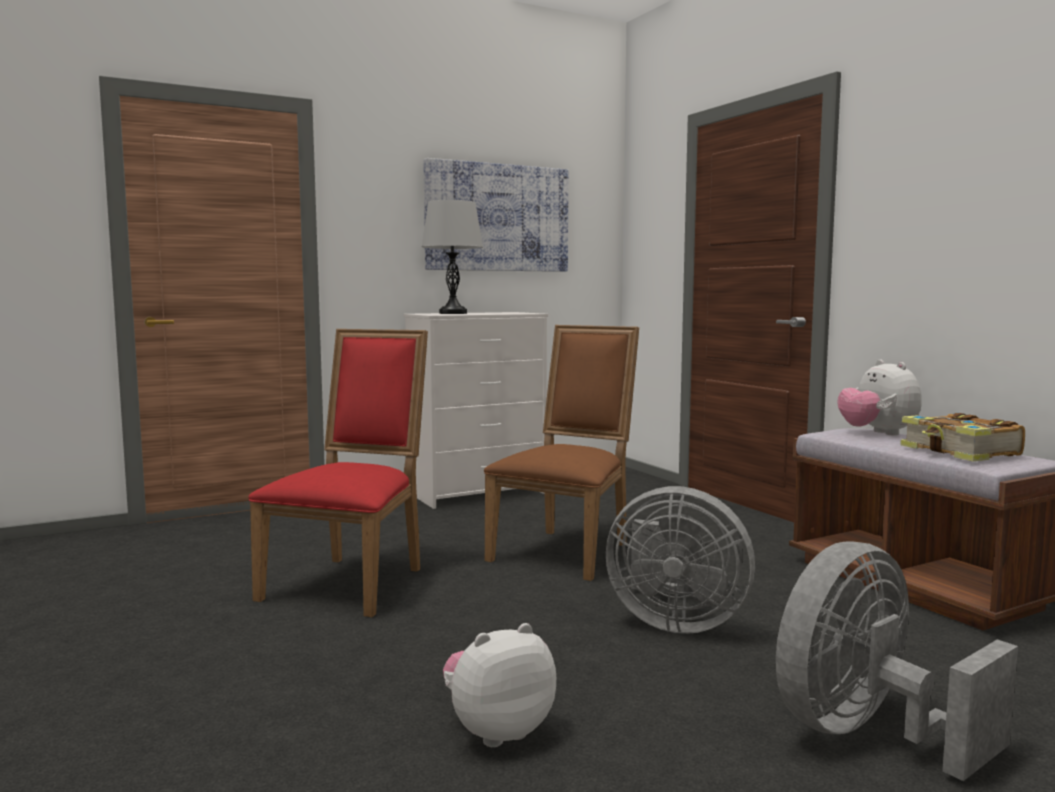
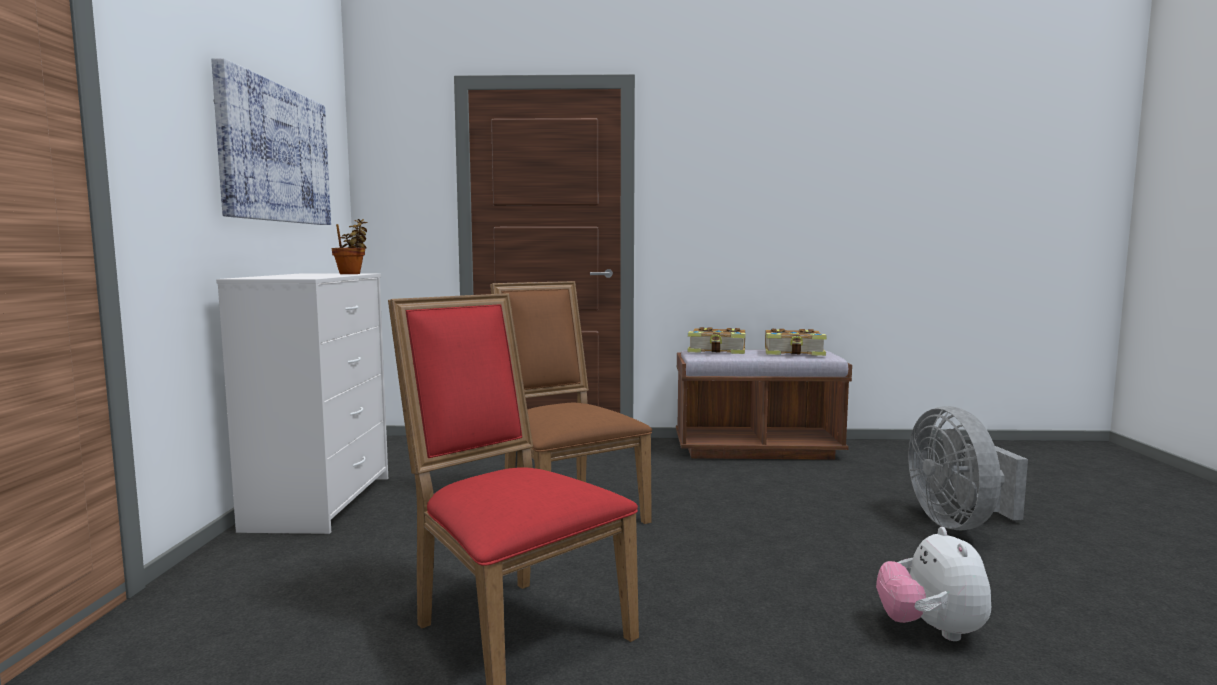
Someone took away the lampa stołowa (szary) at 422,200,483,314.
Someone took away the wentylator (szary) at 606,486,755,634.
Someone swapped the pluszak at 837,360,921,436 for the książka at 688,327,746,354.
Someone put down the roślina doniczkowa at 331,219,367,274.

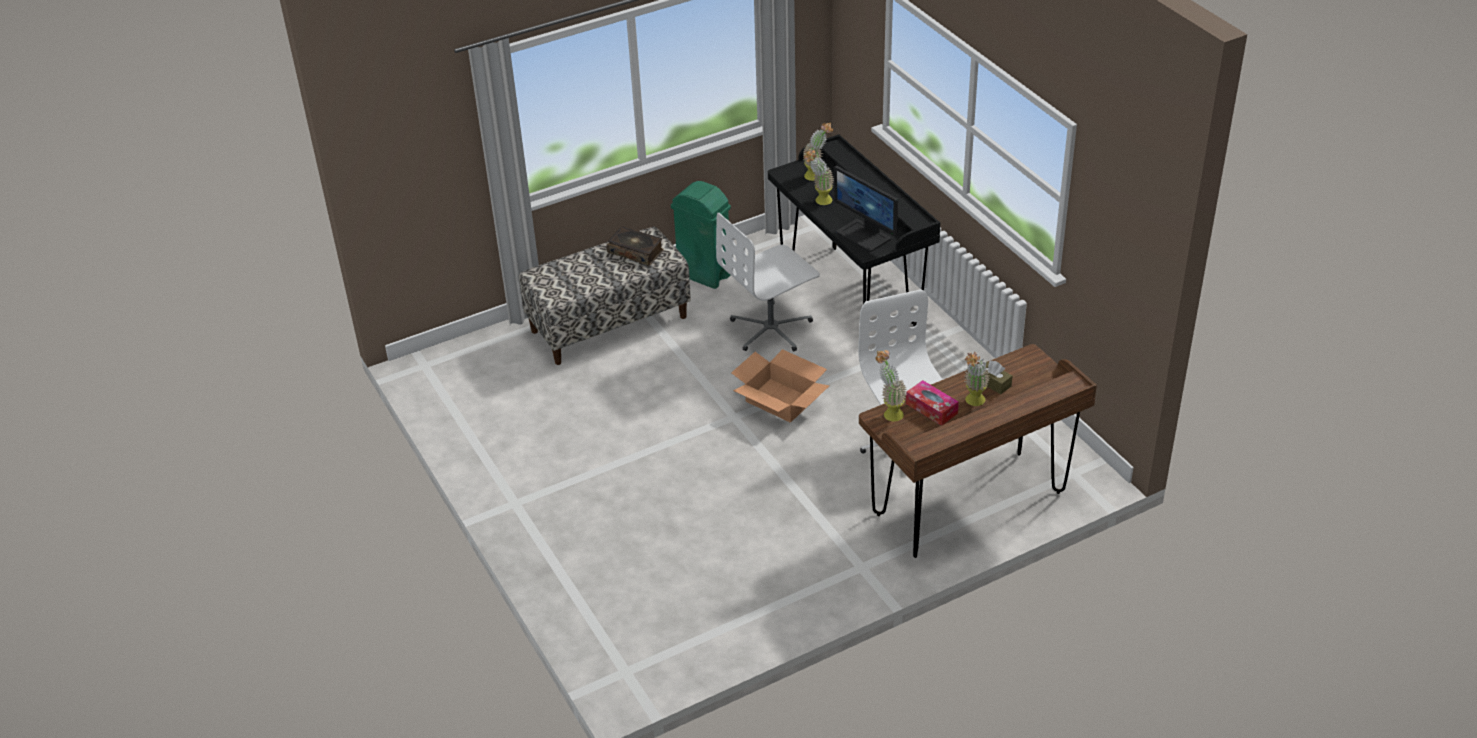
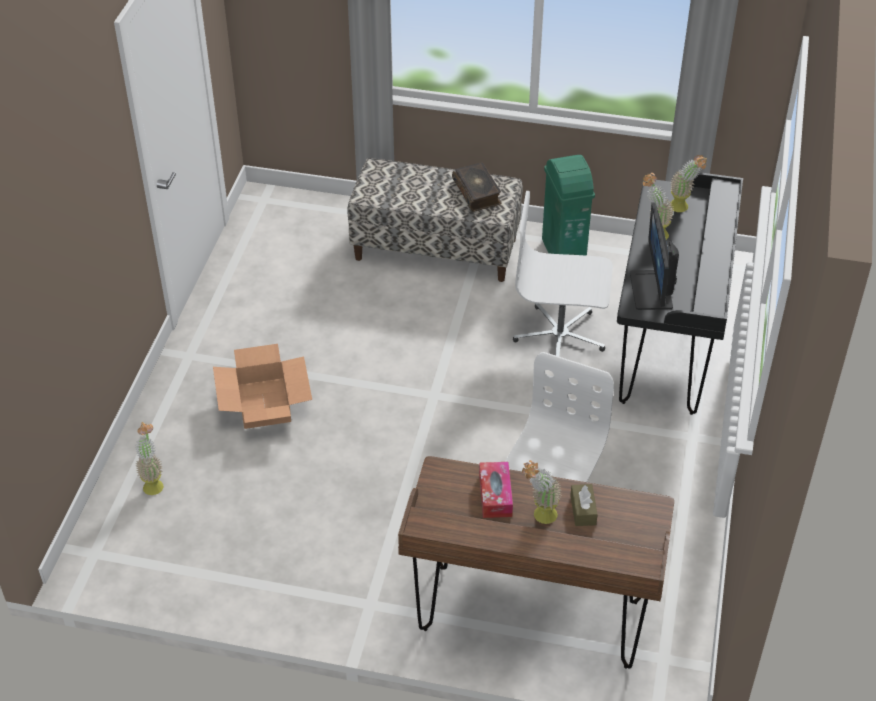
Someone carried the karton from 731,349,829,422 to 213,344,312,429.
Someone carried the roślina doniczkowa from 876,350,907,422 to 135,422,164,495.

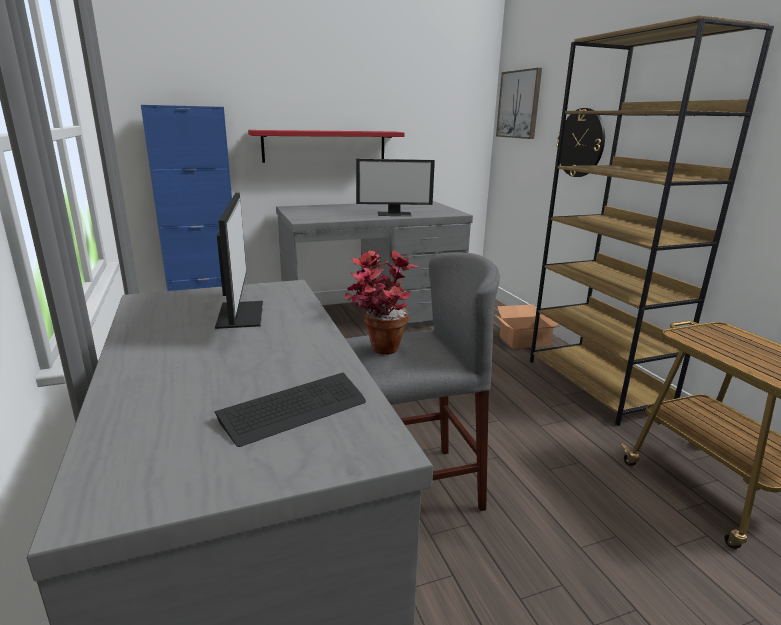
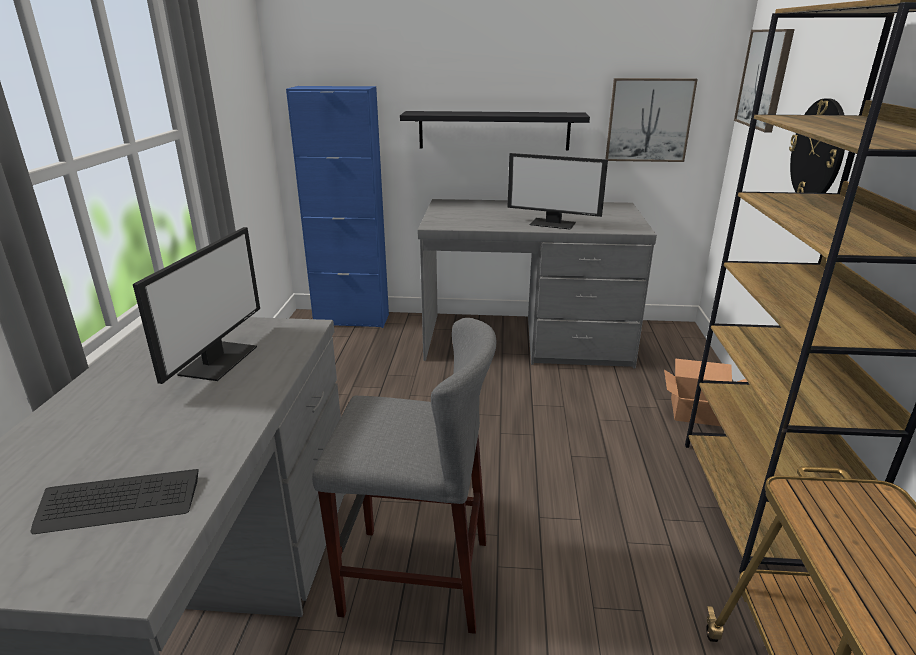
Someone repainted the półka (czerwony) at 248,130,405,163, which became the półka (czarny) at 400,111,590,150.
Someone took away the roślina doniczkowa at 344,249,419,355.
Someone put up the obraz at 605,78,698,162.

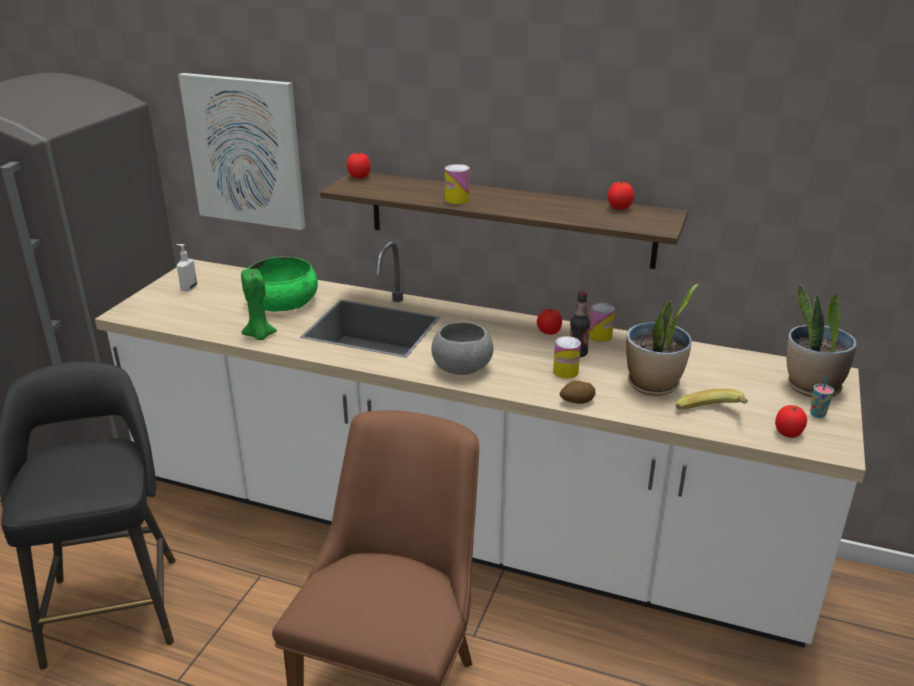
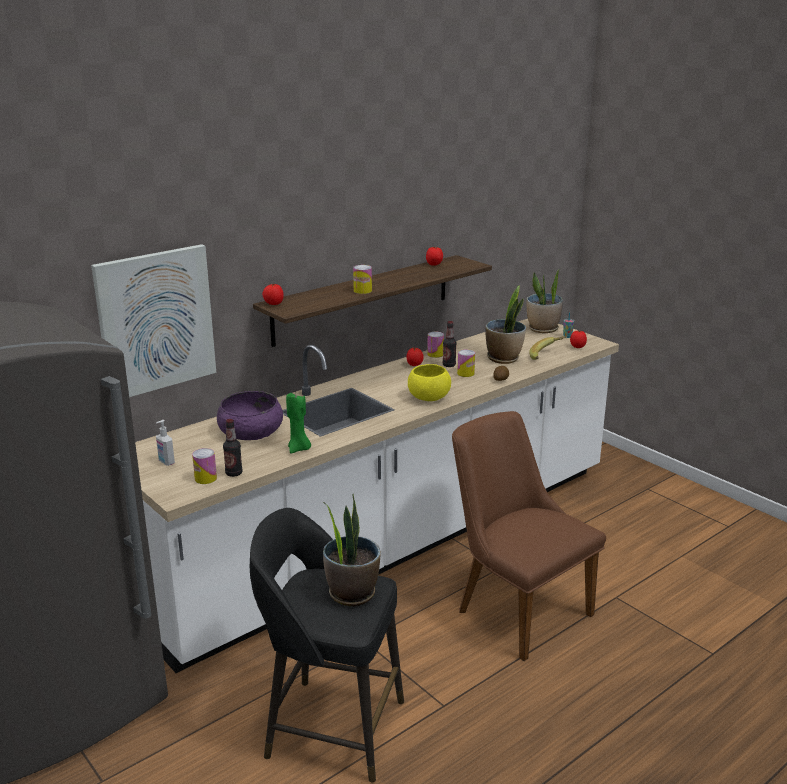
Someone repainted the miska (zielony) at 248,257,318,312, which became the miska (fioletowy) at 217,391,283,440.
Someone repainted the miska (szary) at 431,322,493,375, which became the miska (żółty) at 408,364,451,401.
Someone put down the puszka at 192,448,217,484.
Someone put down the butelka at 223,419,242,477.
Someone put down the roślina doniczkowa at 323,494,381,606.

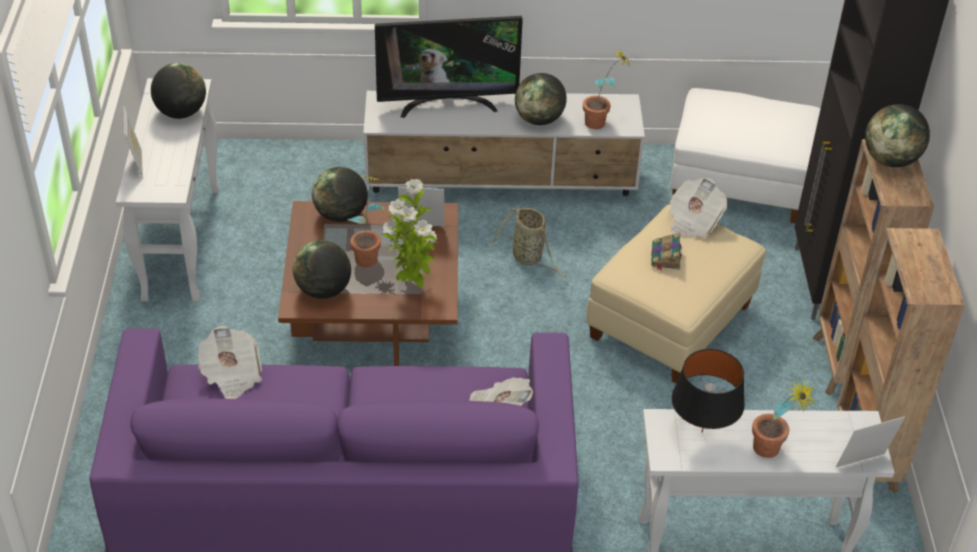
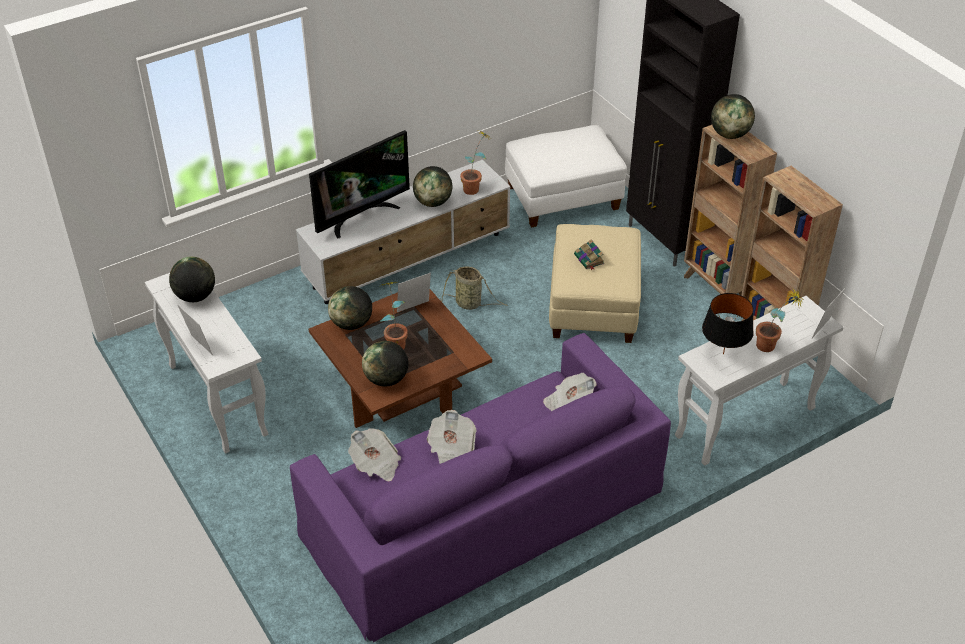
Someone took away the roślina doniczkowa at 382,179,437,288.
Someone carried the gazeta from 669,178,728,238 to 427,410,476,464.

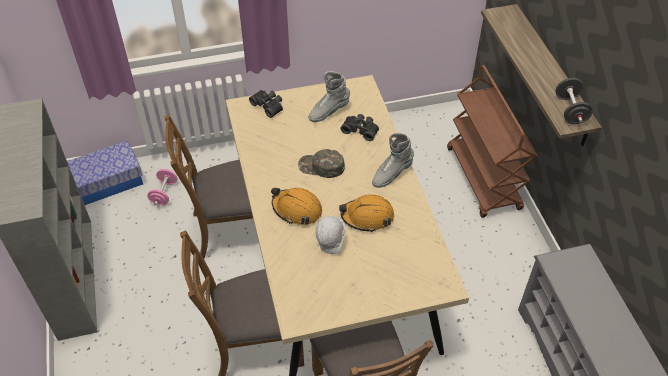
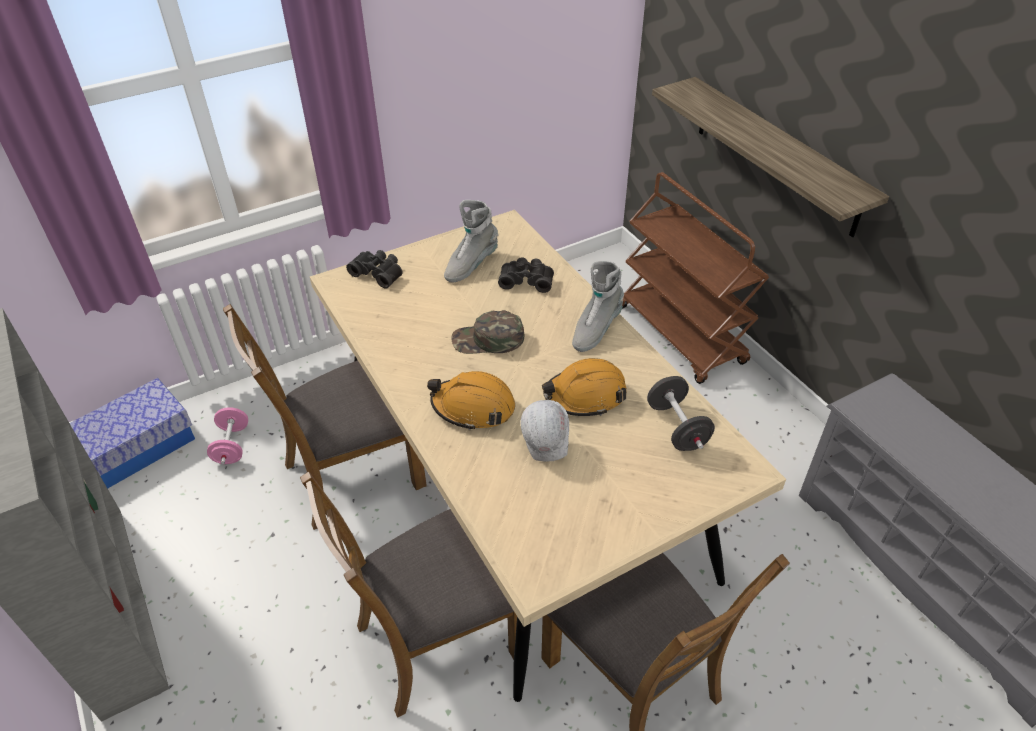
Someone carried the hantel (czarny) from 555,78,593,124 to 647,376,715,451.

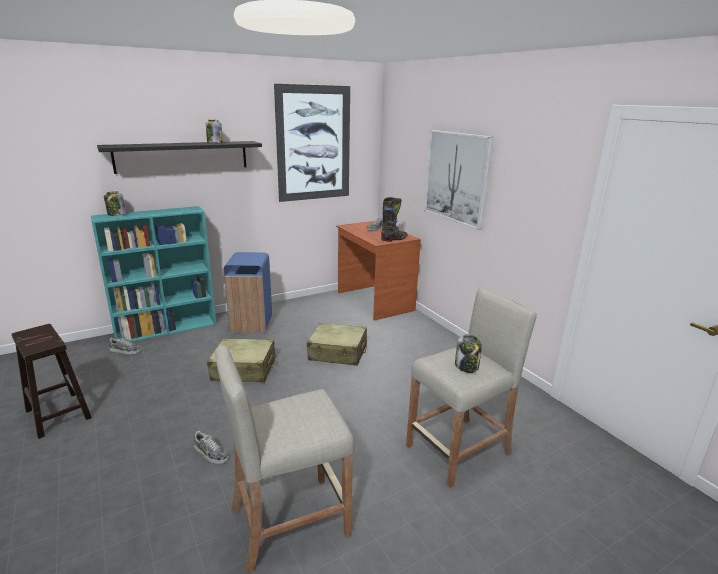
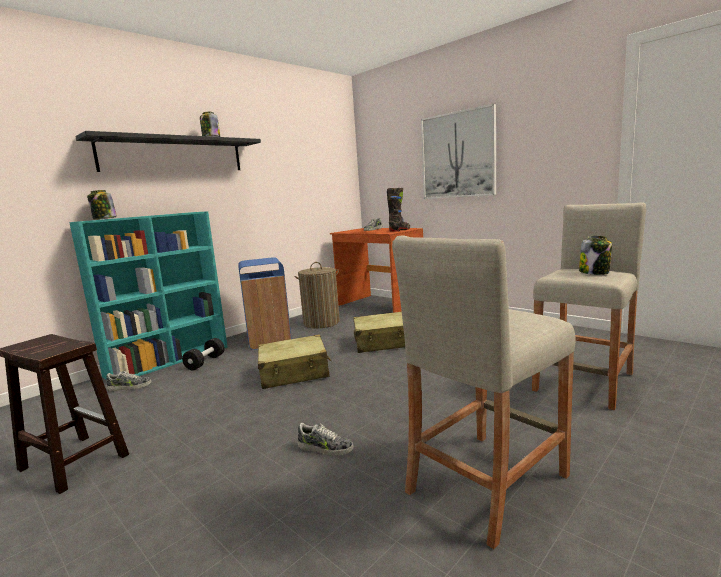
Someone took away the obraz at 274,84,350,202.
Someone put down the hantel (czarny) at 182,338,225,370.
Someone put down the kosz na pranie at 294,262,340,328.

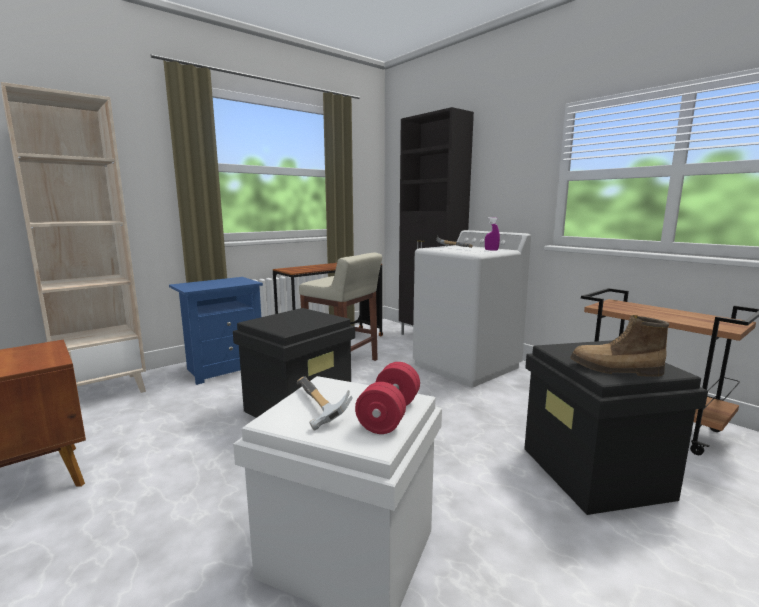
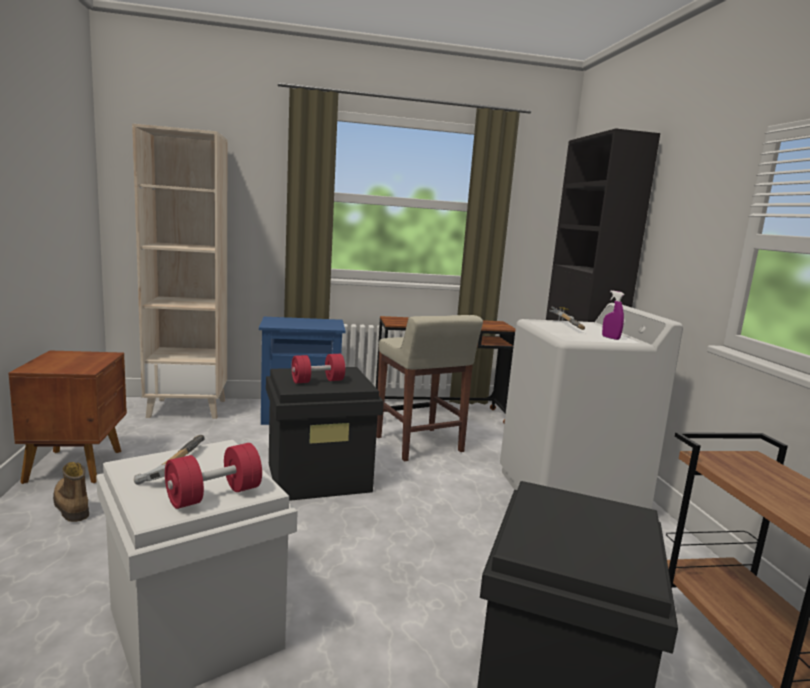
Someone carried the but z cholewką from 570,315,669,377 to 53,462,89,522.
Someone put down the hantel (czerwony) at 291,354,345,384.

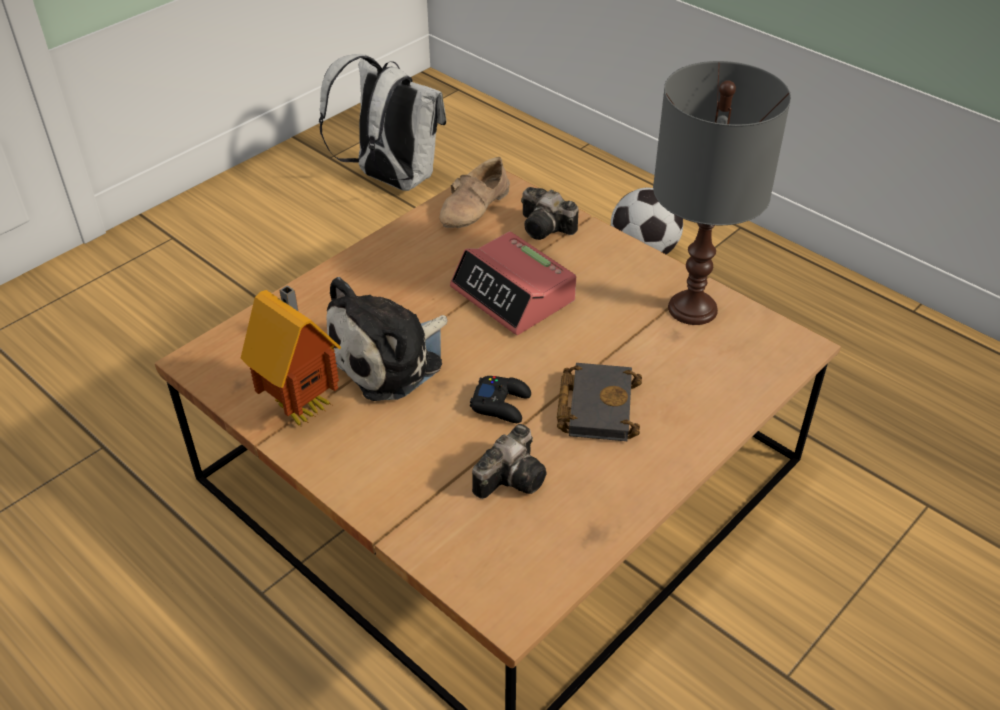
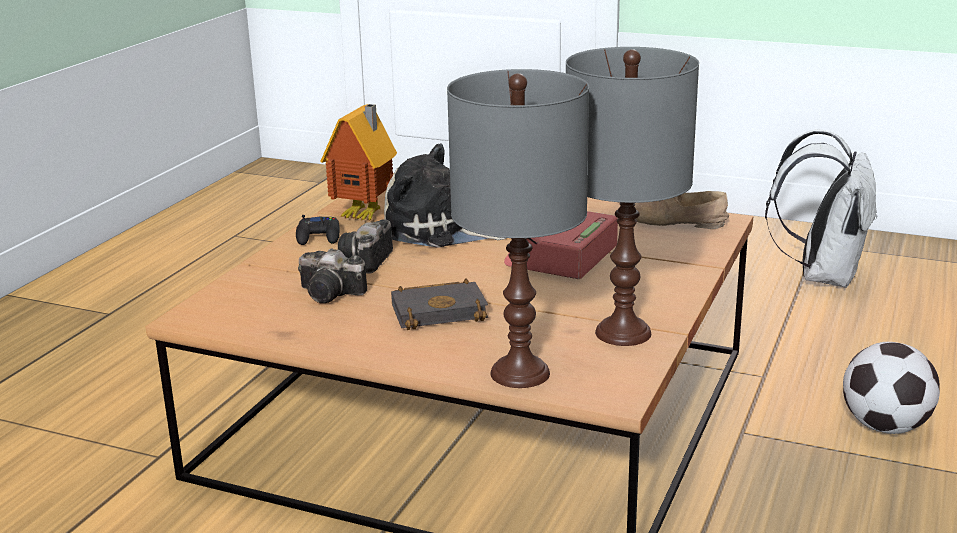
Someone carried the pad do gier (czarny) from 470,376,531,423 to 296,215,340,245.
Someone carried the aparat fotograficzny from 521,187,579,240 to 338,219,393,273.
Someone put down the lampa stołowa (szary) at 447,69,589,388.

